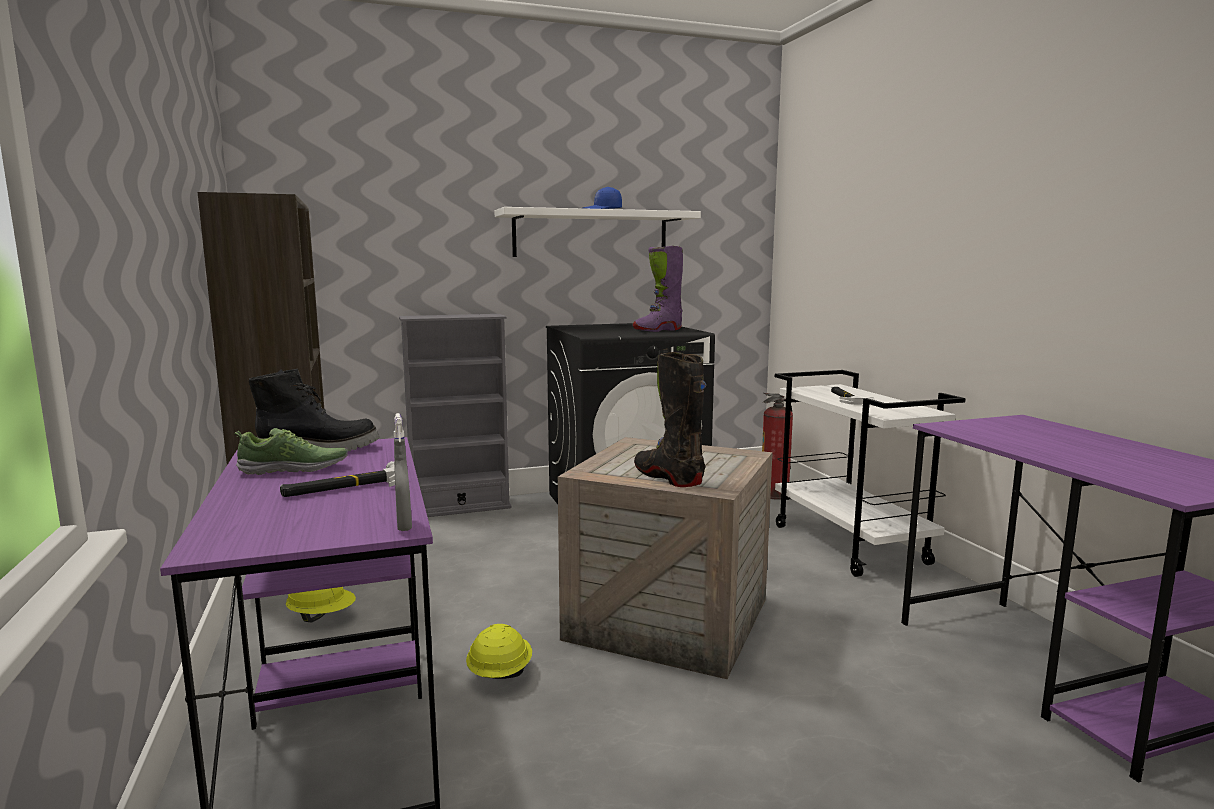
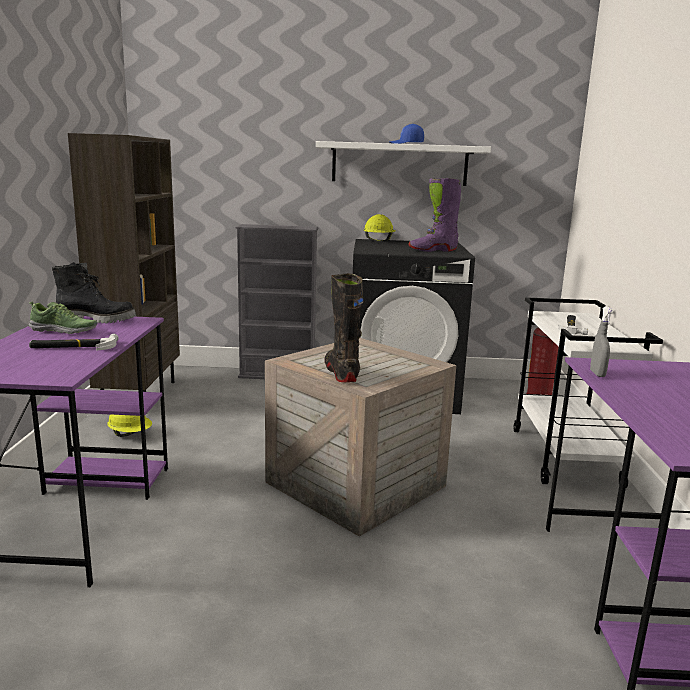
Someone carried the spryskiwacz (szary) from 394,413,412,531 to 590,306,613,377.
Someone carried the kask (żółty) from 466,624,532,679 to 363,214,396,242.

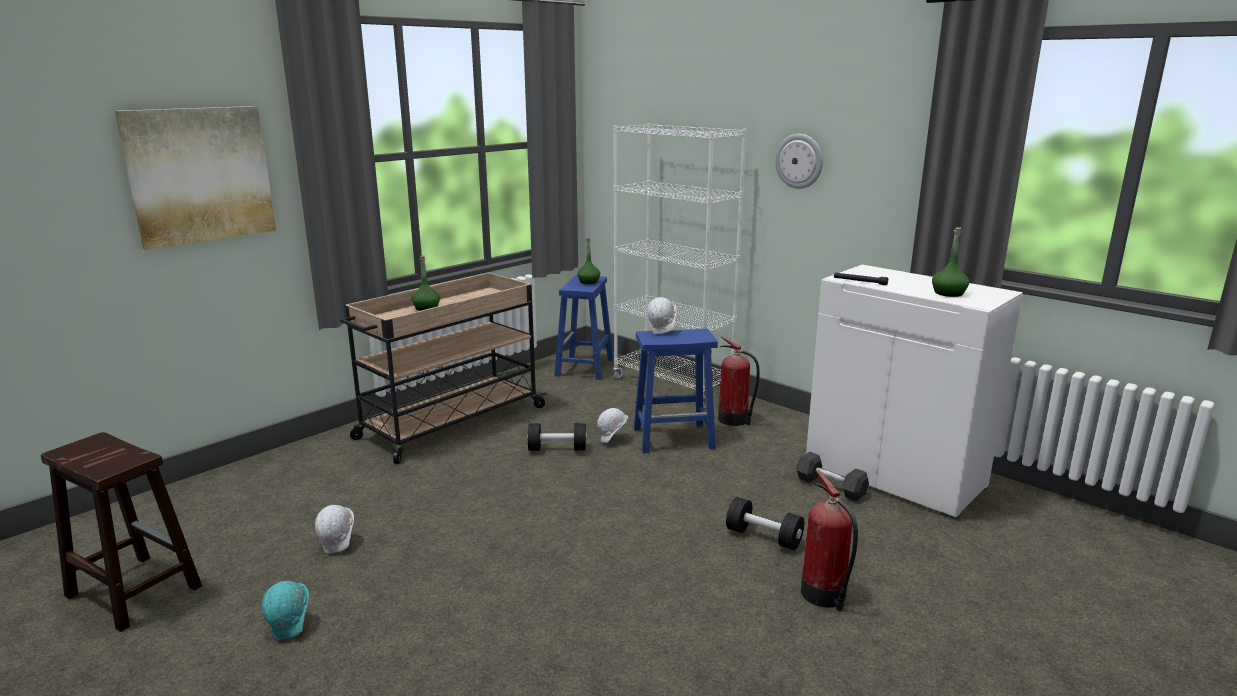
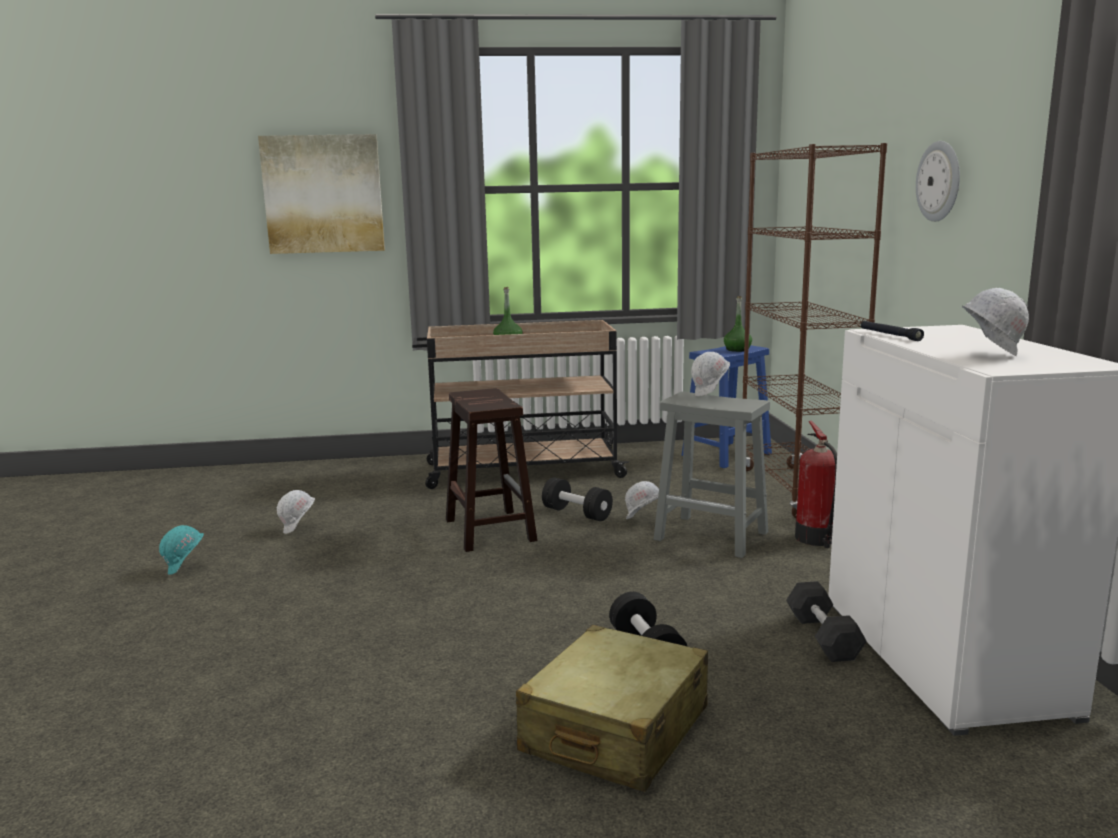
Someone carried the stołek (brązowy) from 41,432,202,632 to 446,388,537,552.
Someone repainted the regał (biały) at 613,123,747,408, which became the regał (brązowy) at 743,143,887,518.
Someone repainted the stołek (niebieski) at 634,328,718,453, which became the stołek (szary) at 654,391,770,558.
Someone swapped the gaśnica at 801,470,858,611 for the walizka (beżowy) at 516,625,708,792.
Someone swapped the butelka (zielony) at 932,227,969,297 for the kask (biały) at 962,288,1029,357.

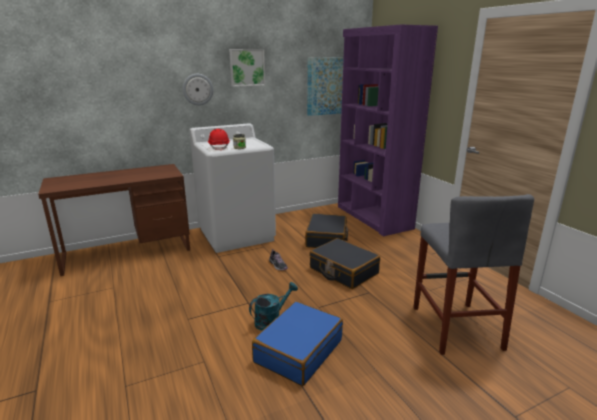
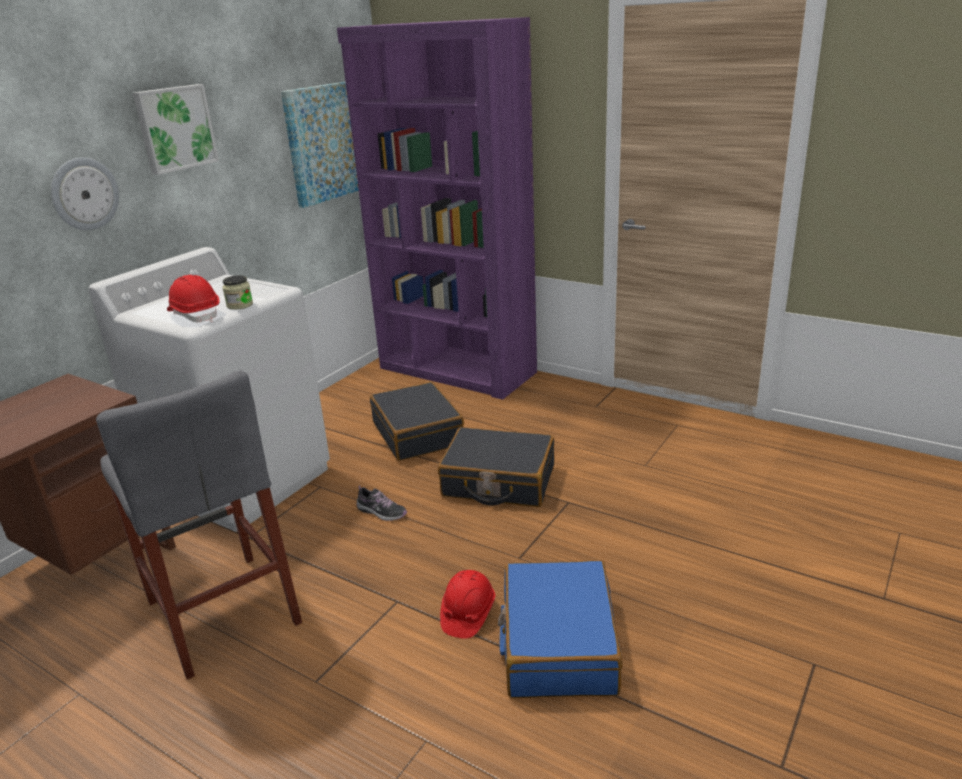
Someone swapped the konewka (turkusowy) at 249,282,298,331 for the kask (czerwony) at 440,570,495,639.
Someone carried the stołek (szary) from 413,194,534,355 to 96,370,302,680.

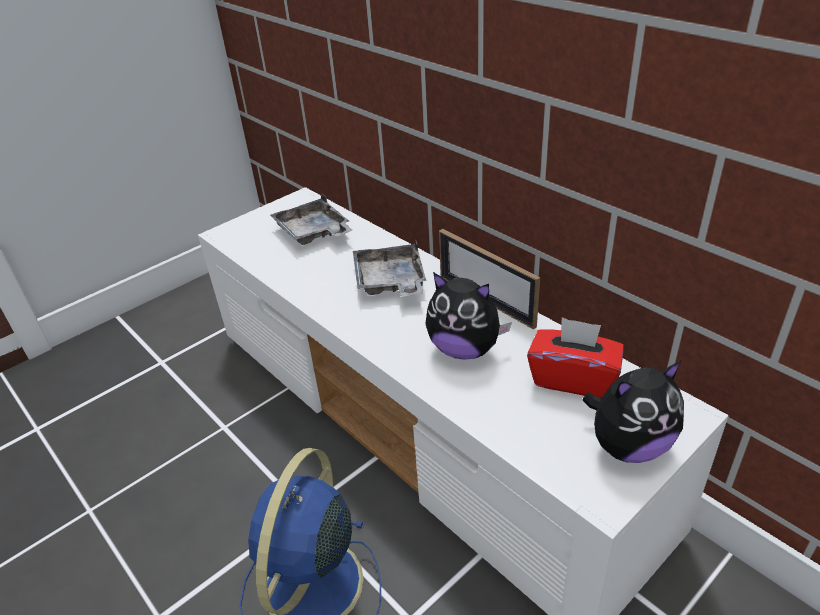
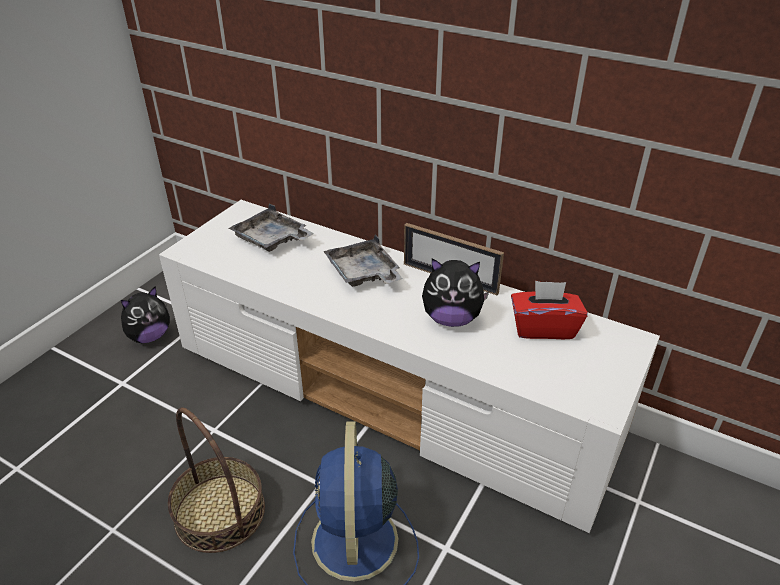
Someone carried the pluszak from 582,361,684,463 to 121,287,170,343.
Someone put down the koszyk at 168,407,265,553.

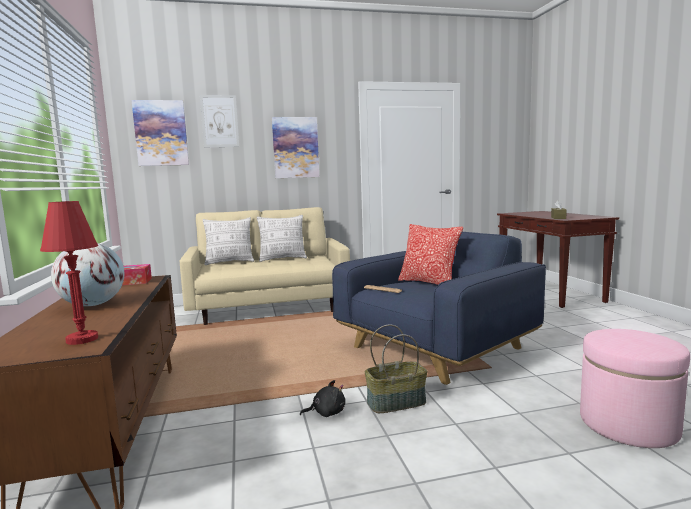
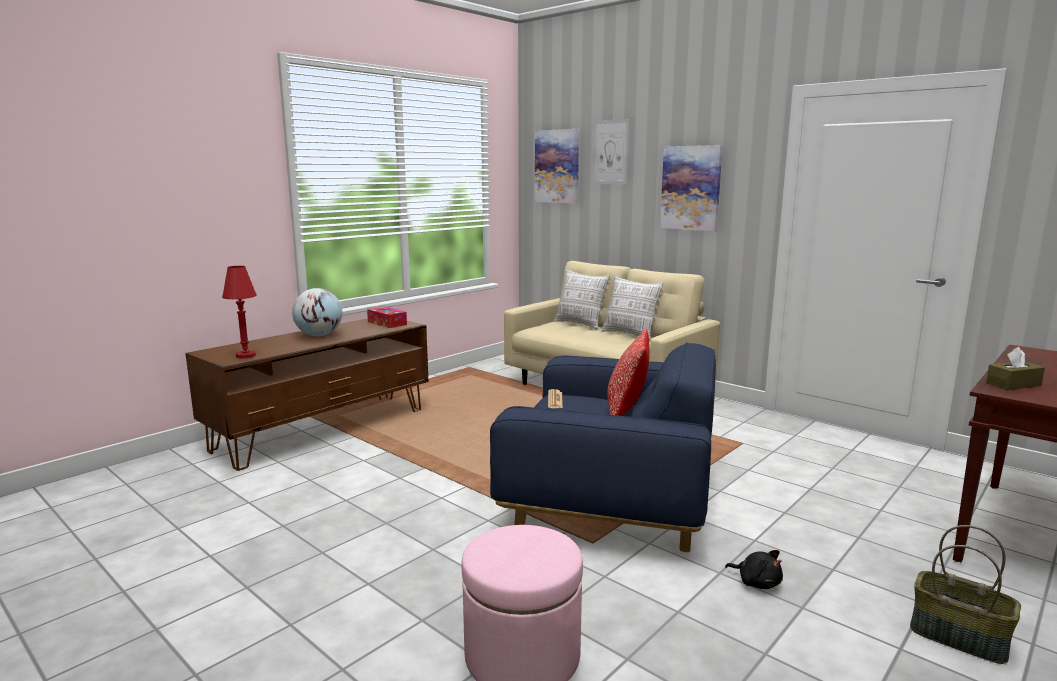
Someone carried the pluszak (czarny) from 300,380,345,417 to 725,550,783,589.
Someone carried the koszyk from 365,324,427,413 to 910,525,1021,664.

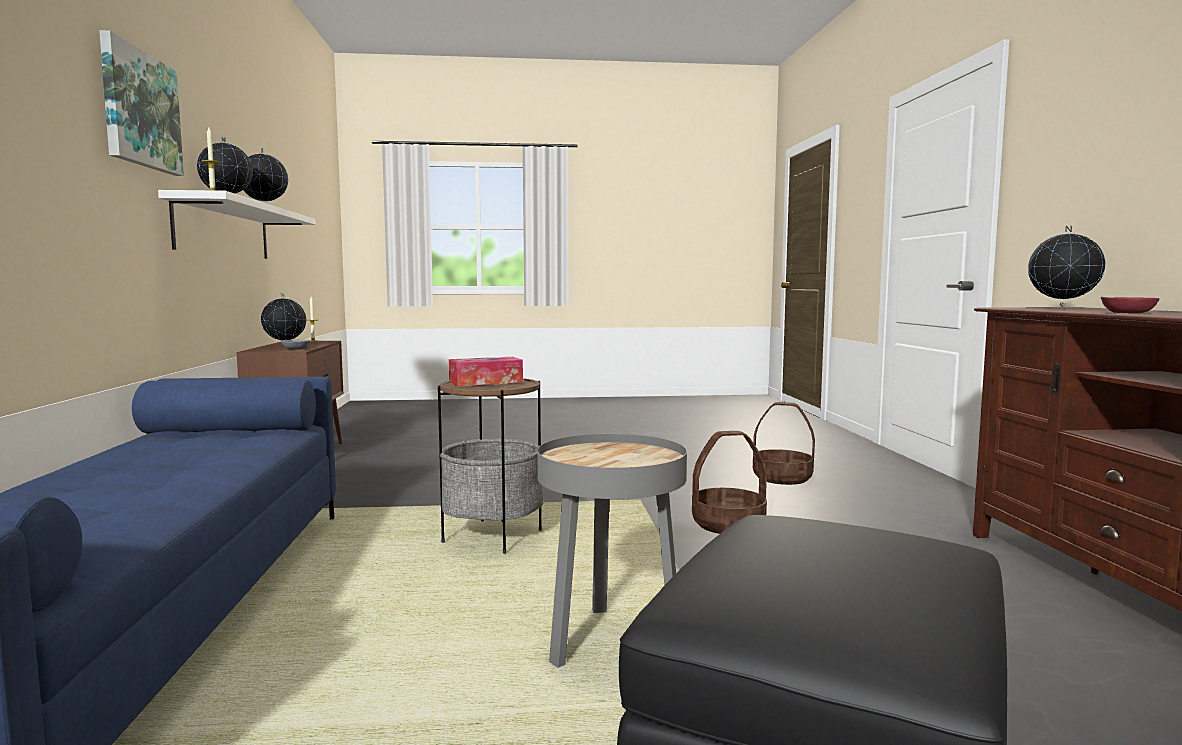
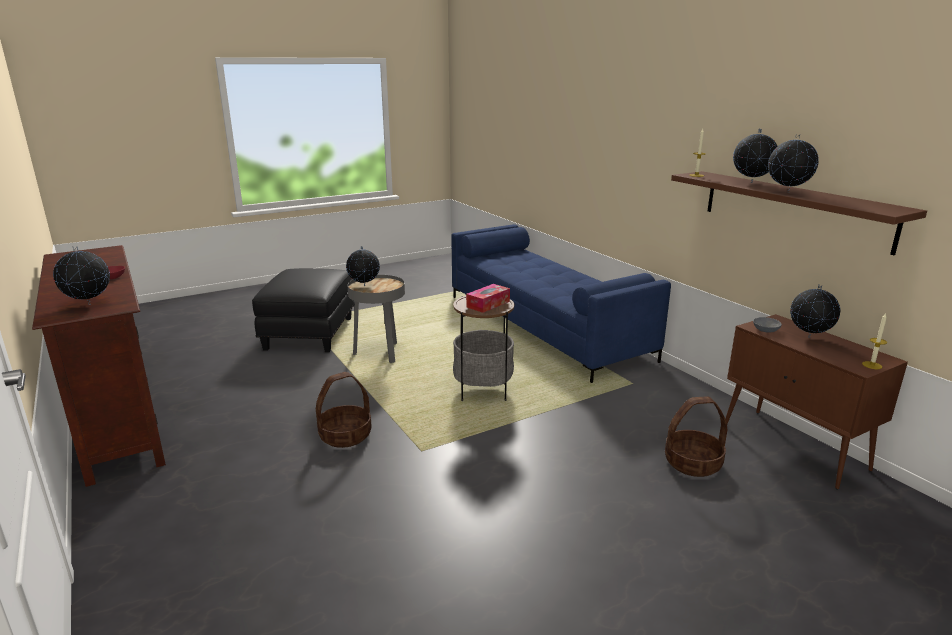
Someone took away the obraz at 99,30,184,176.
Someone repainted the półka (biały) at 158,190,316,259, which became the półka (brązowy) at 671,171,927,255.
Someone carried the koszyk from 753,402,815,485 to 665,396,727,477.
Someone put down the globus at 346,246,380,286.

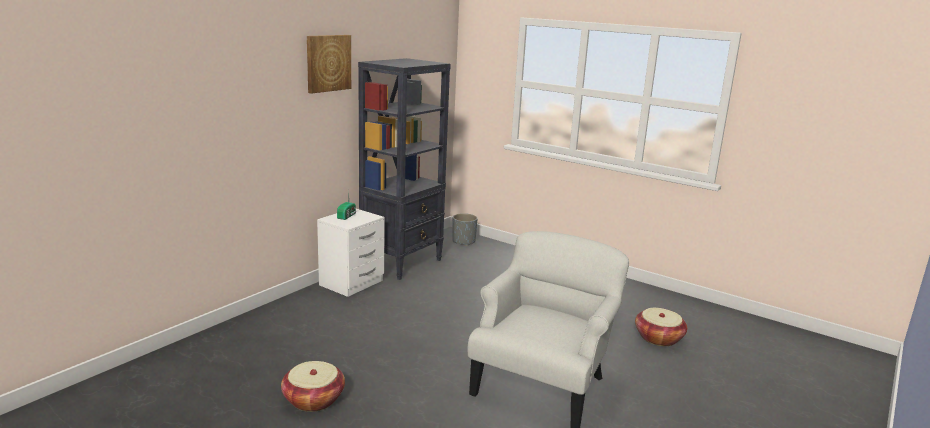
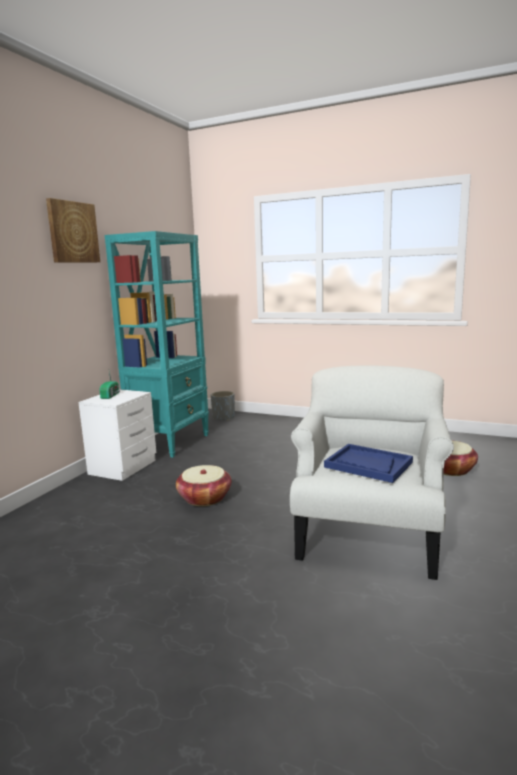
Someone carried the koszyk from 281,361,345,412 to 176,465,231,506.
Someone repainted the regał (czarny) at 358,58,451,280, which became the regał (turkusowy) at 105,231,209,458.
Someone put down the taca (niebieski) at 324,444,413,483.

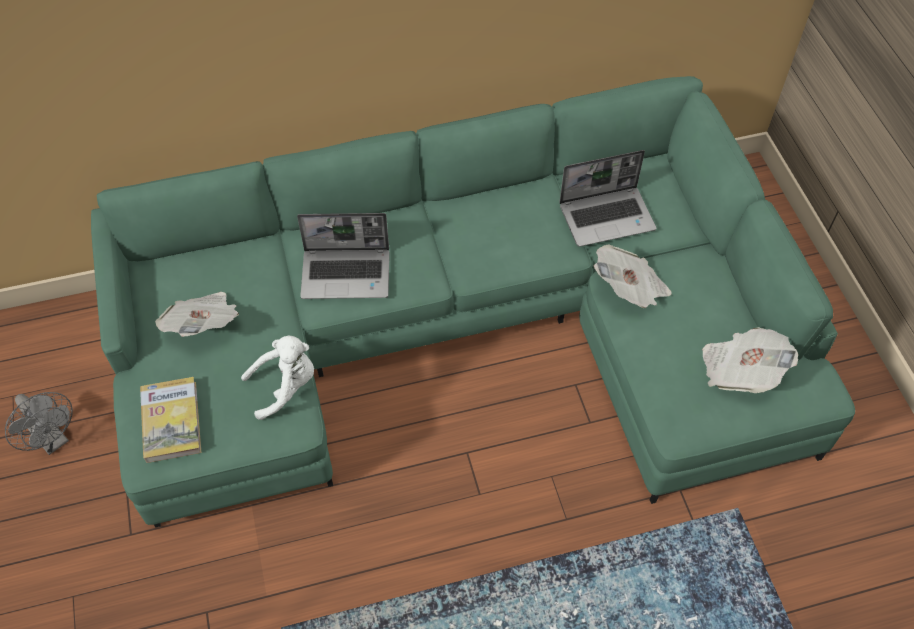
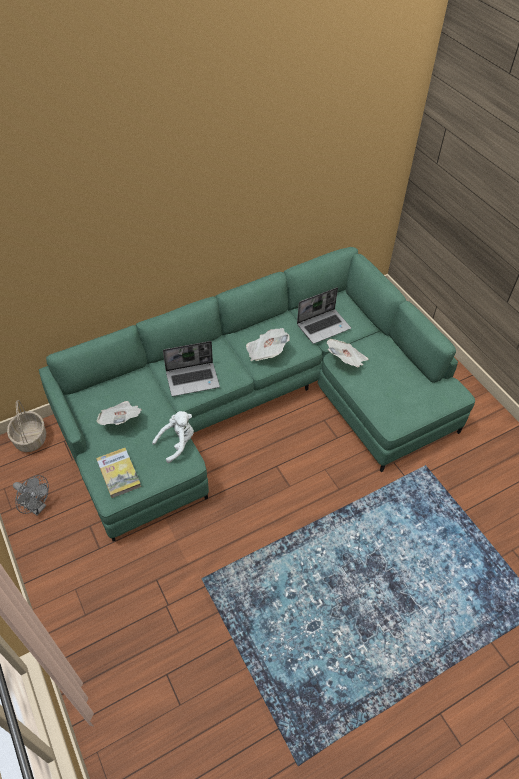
Someone carried the gazeta from 702,327,798,393 to 246,328,290,361.
Someone put down the koszyk at 7,400,46,452.

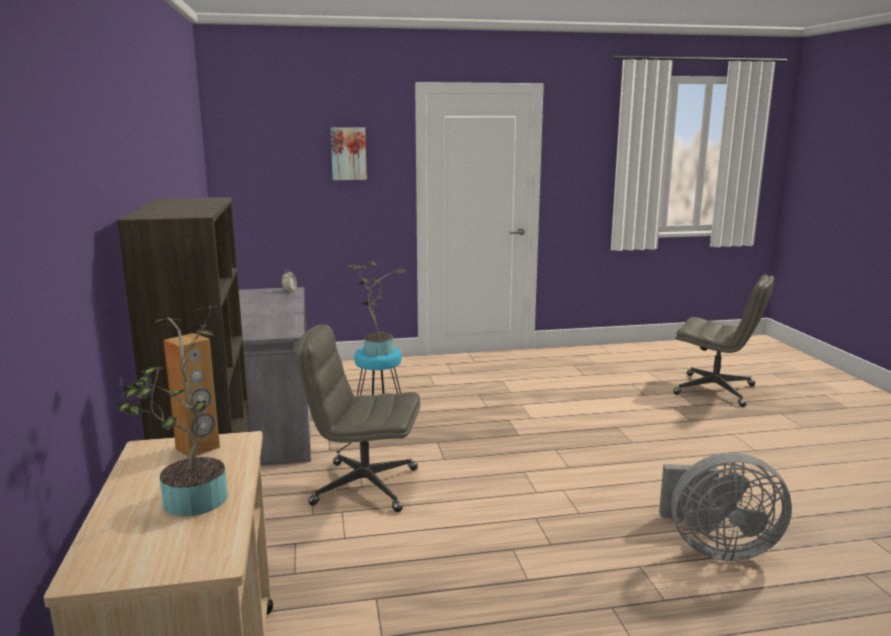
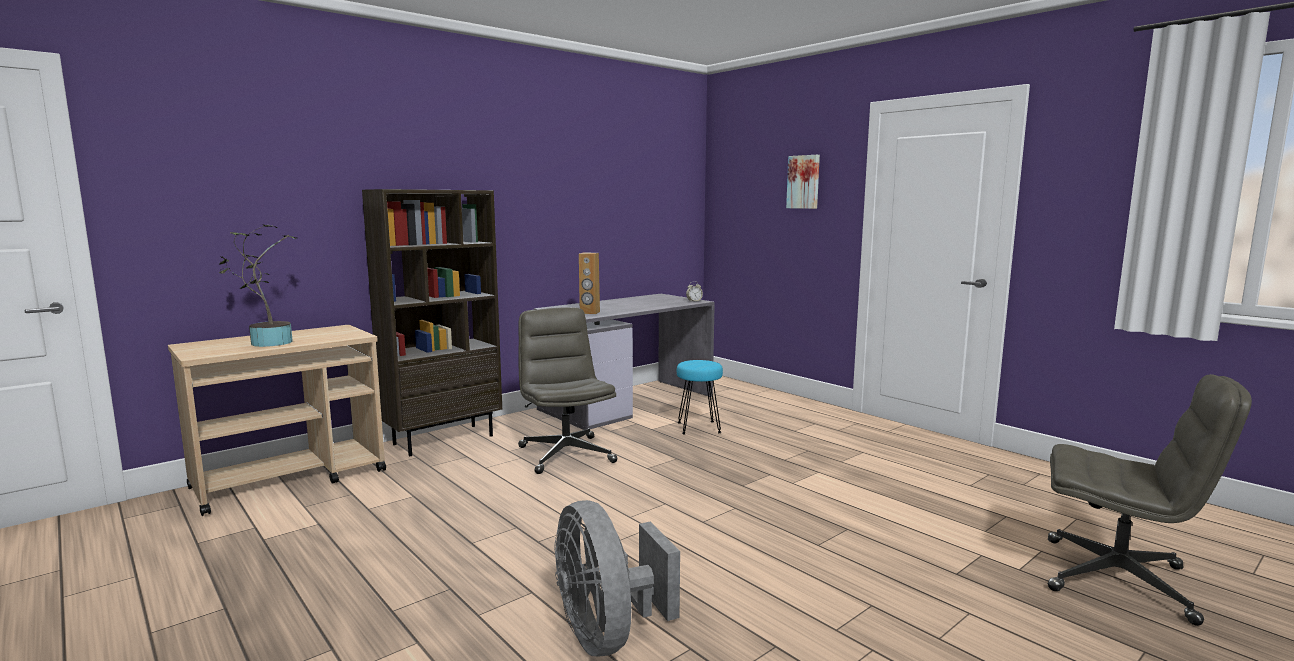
Someone carried the głośnik (brązowy) from 164,333,220,458 to 579,253,600,314.
Someone took away the roślina doniczkowa at 348,261,405,356.
Someone rotated the krzesło biurowe (szary) at 673,275,774,407 by 60 degrees counterclockwise.

